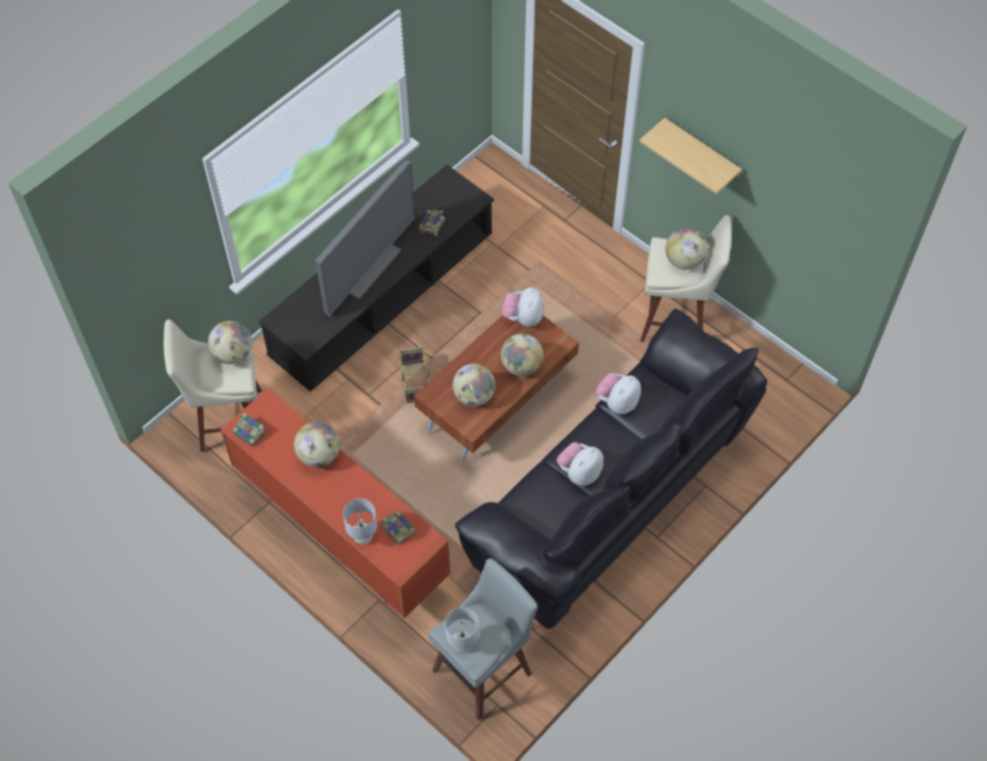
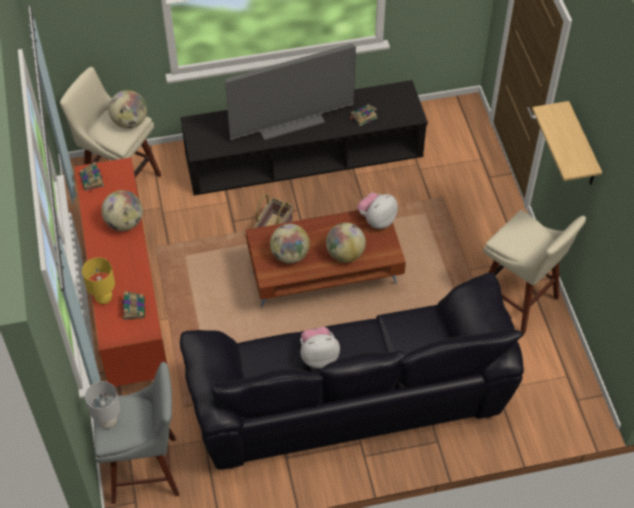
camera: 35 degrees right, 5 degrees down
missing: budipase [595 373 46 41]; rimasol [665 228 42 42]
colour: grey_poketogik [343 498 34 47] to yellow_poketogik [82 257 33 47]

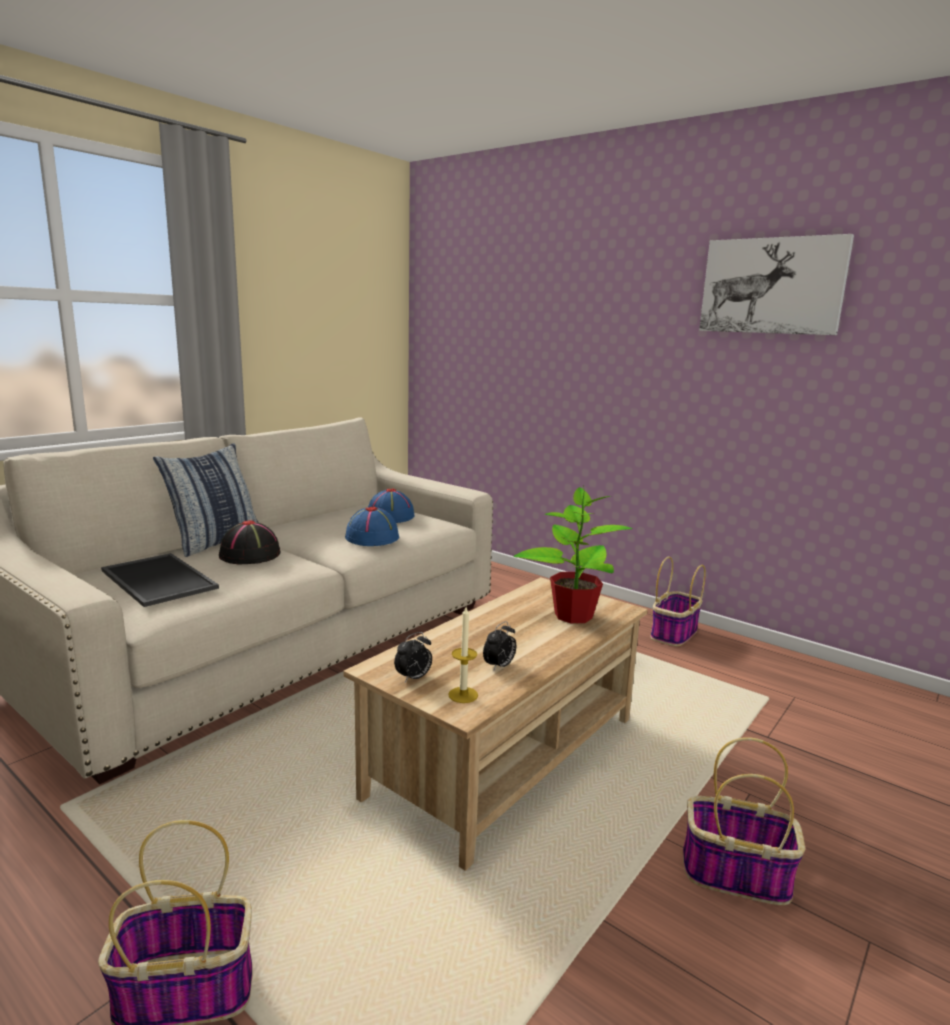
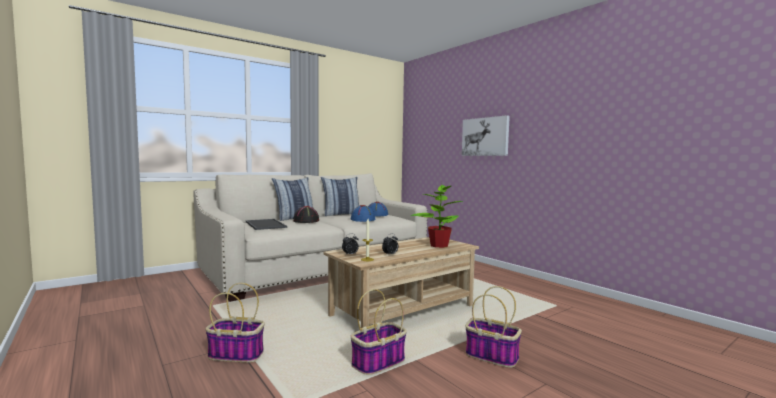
camera: 15 degrees right, 10 degrees down
appeared: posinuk [321 177 38 39]
relocated: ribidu [651 557 55 89] to [350 289 57 86]; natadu [699 234 155 101] to [462 115 48 41]

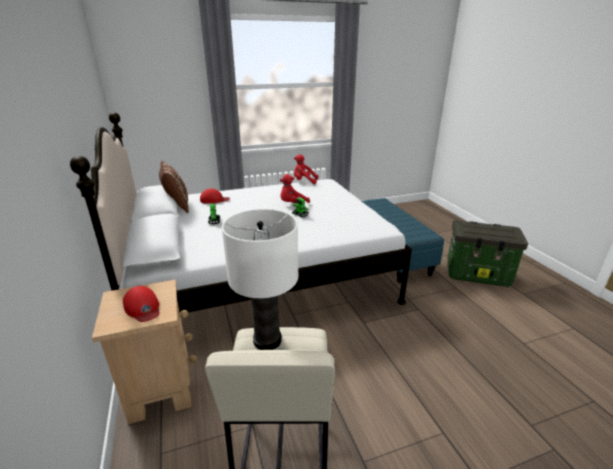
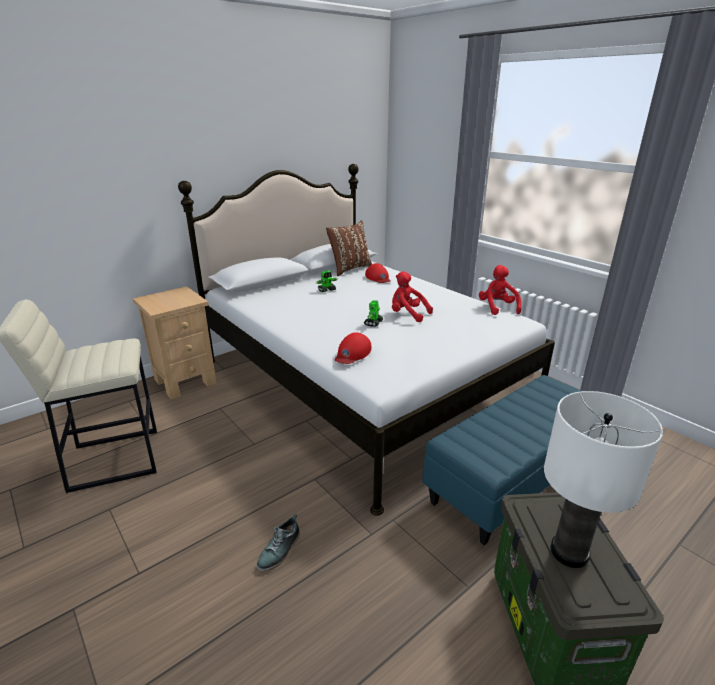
camera: 70 degrees right, 0 degrees up
appeared: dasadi [256 514 44 58]
relocated: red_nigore [123 286 37 36] to [335 332 36 32]; white_poketogik [222 209 76 141] to [544 391 119 177]

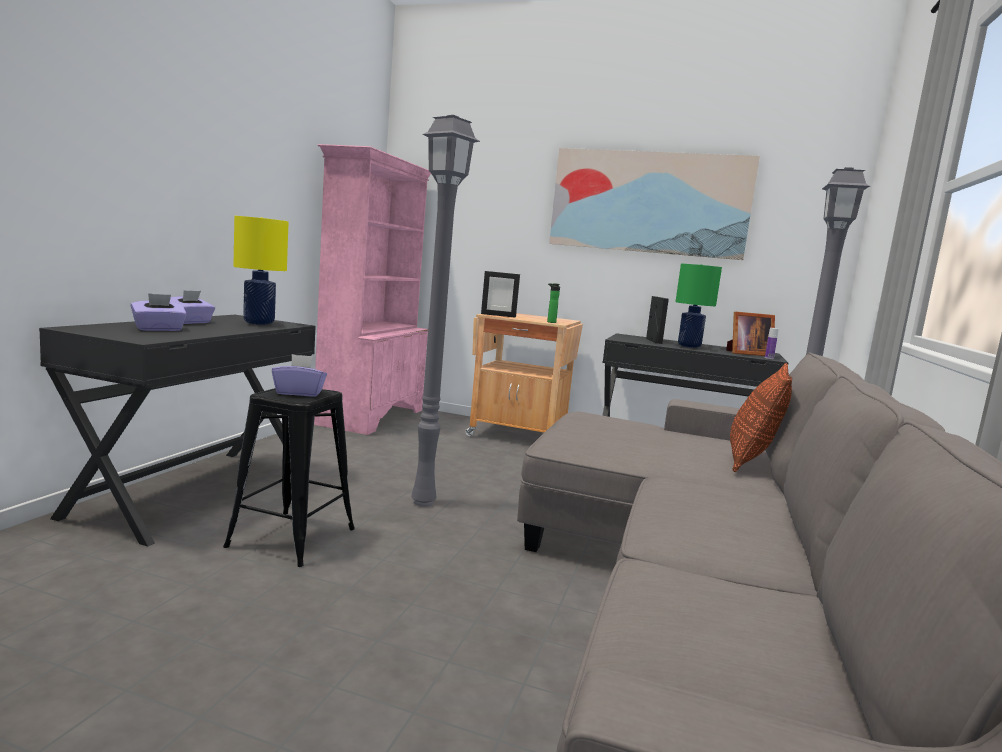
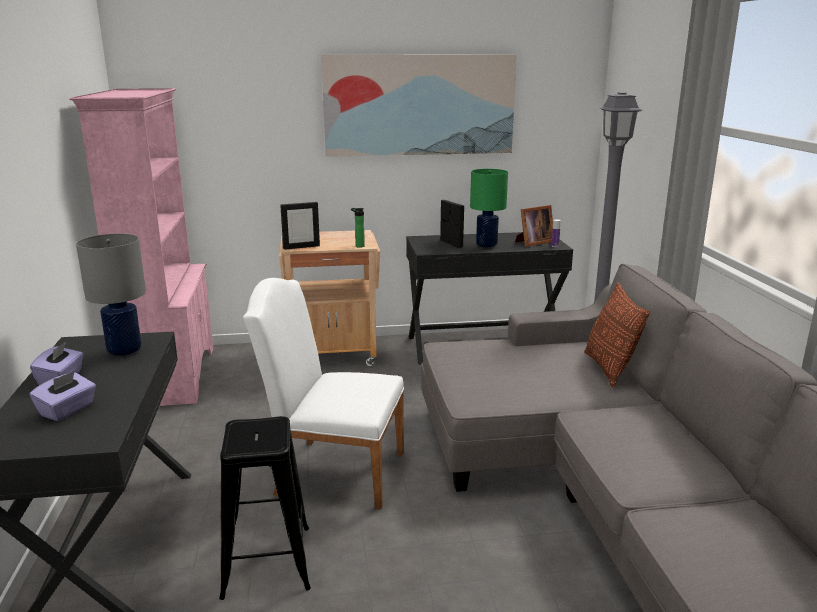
camera: 25 degrees left, 10 degrees up
missing: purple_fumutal [272 354 55 42]
exchanged: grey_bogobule [411 115 69 391] to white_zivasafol [243 278 161 231]
colour: yellow_poketogik [233 216 56 109] to grey_poketogik [76 233 70 123]

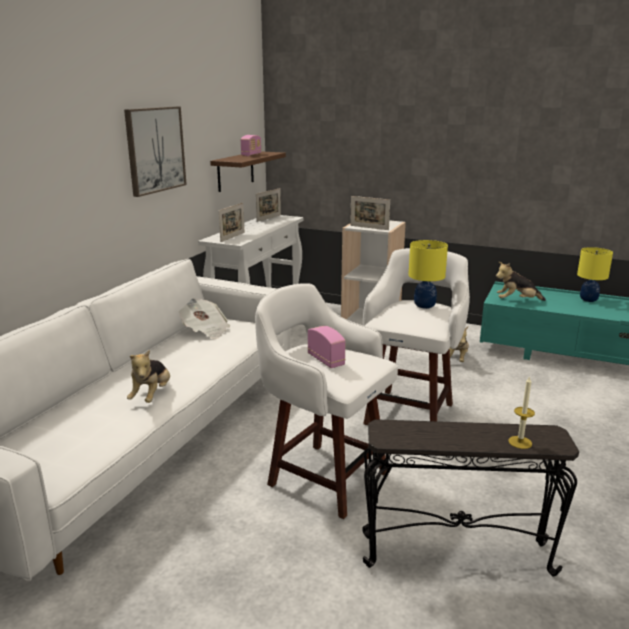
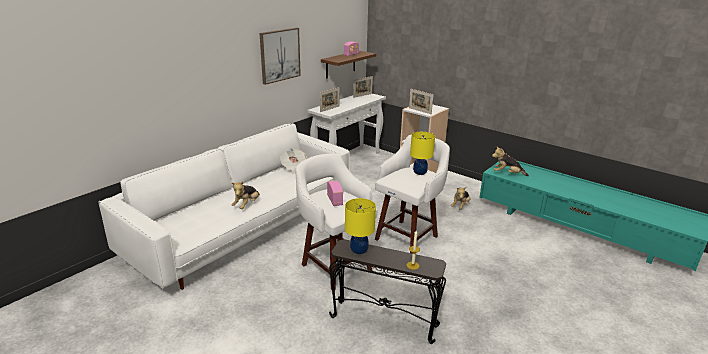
camera: 15 degrees right, 5 degrees up
relocated: yellow_poketogik [577 247 36 55] to [345 198 31 56]

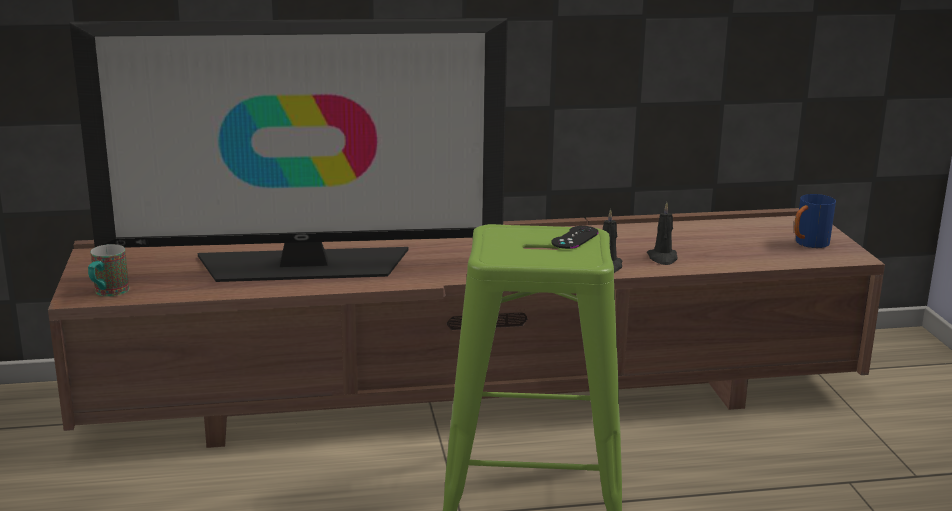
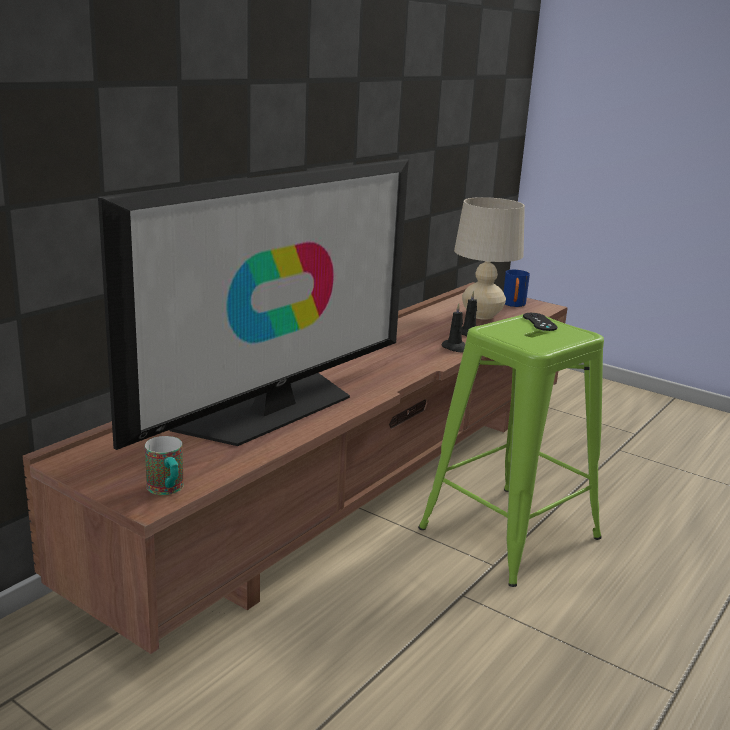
camera: 45 degrees left, 0 degrees up
appeared: beige_poketogik [454 197 71 123]

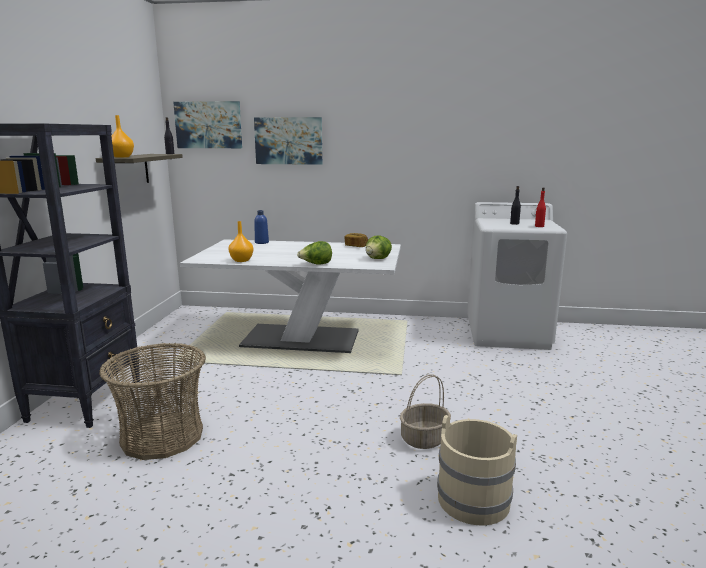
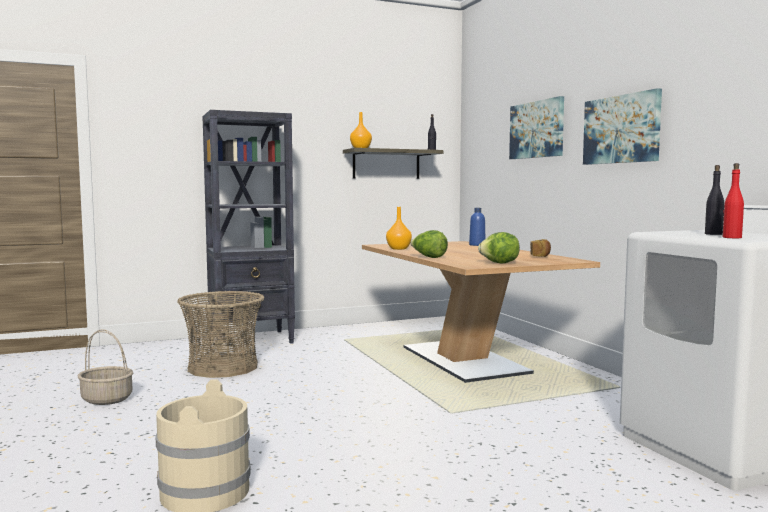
camera: 60 degrees right, 10 degrees down
relocated: ribidu [400 374 51 75] to [78 329 55 76]; natadu [173 101 69 47] to [583 88 79 77]
colour: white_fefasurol [180 239 221 114] to brown_fefasurol [362 241 238 142]

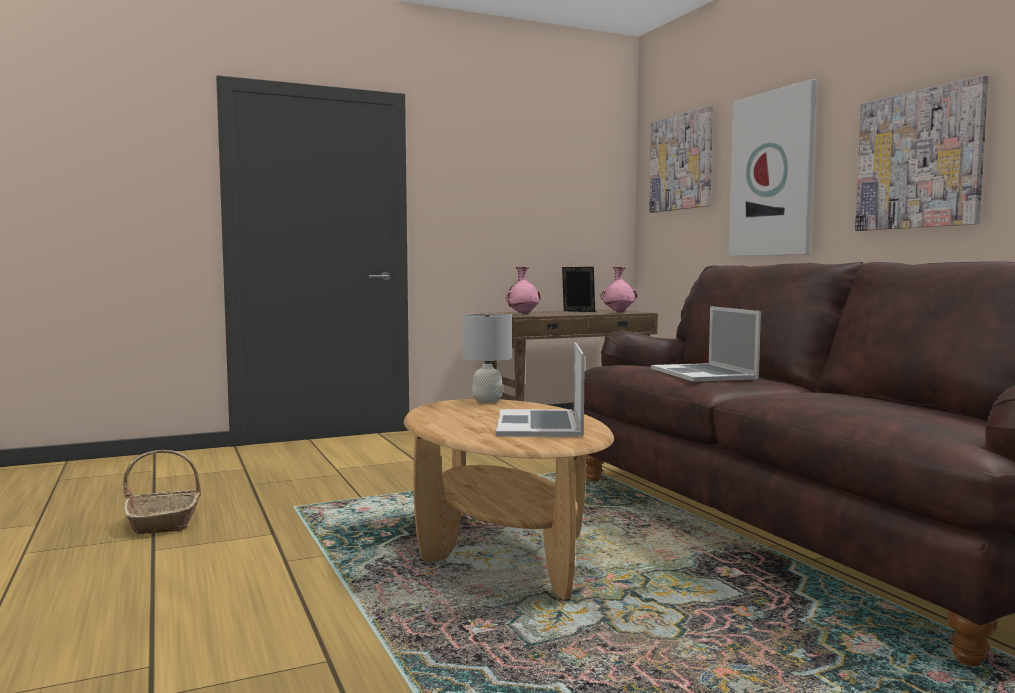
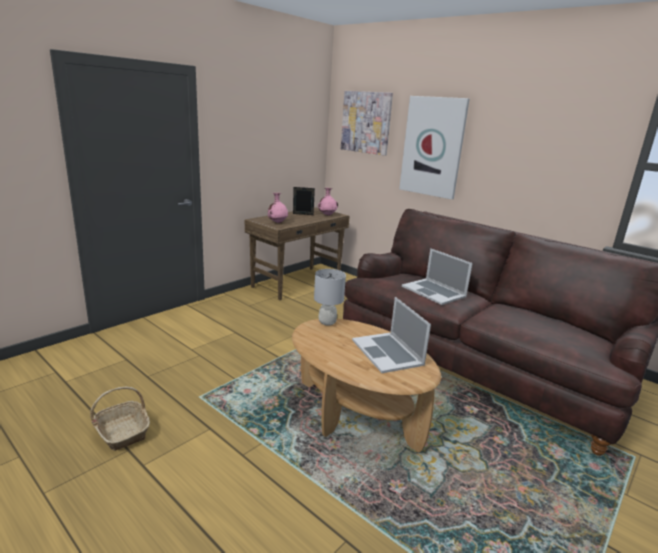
camera: 25 degrees left, 15 degrees up
missing: natadu [855 75 134 156]

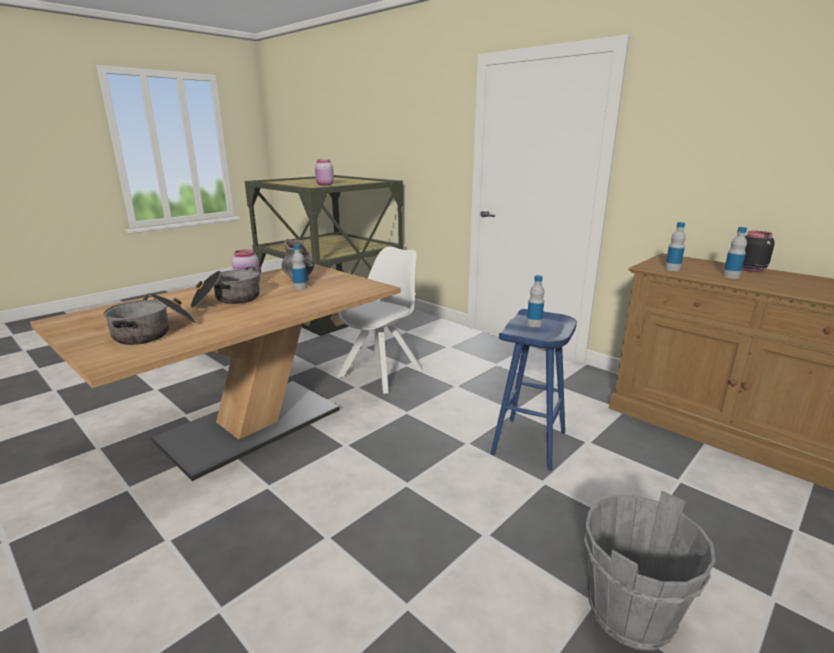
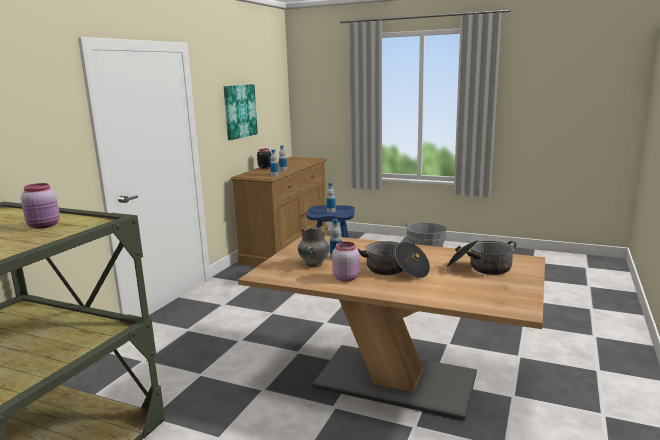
camera: 110 degrees left, 5 degrees down
missing: white_zivasafol [337 247 86 147]
appeared: natadu [224 84 34 56]

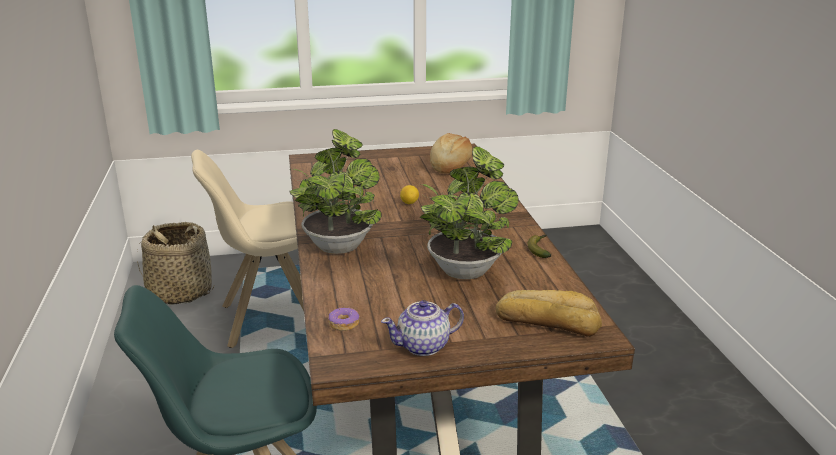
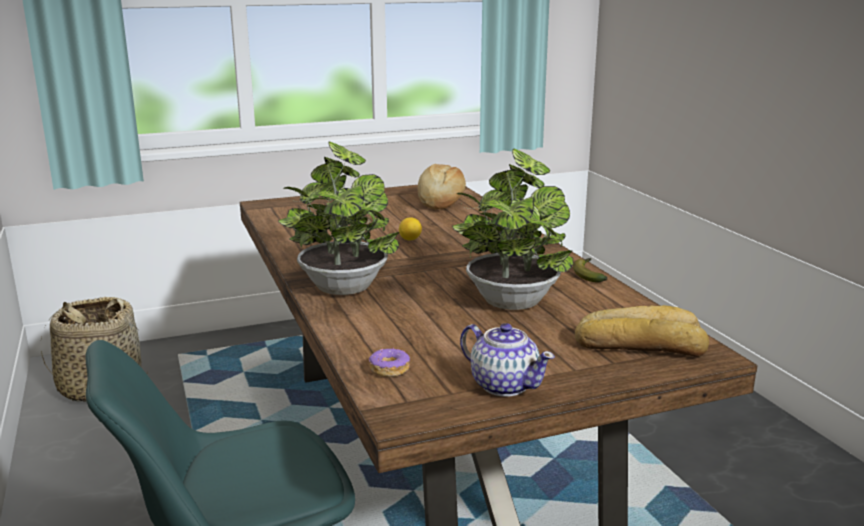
camera: 10 degrees left, 5 degrees down
missing: beige_zivasafol [191 150 113 198]
spun: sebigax [381 300 83 56] = [460 323 95 74] 105 degrees counterclockwise

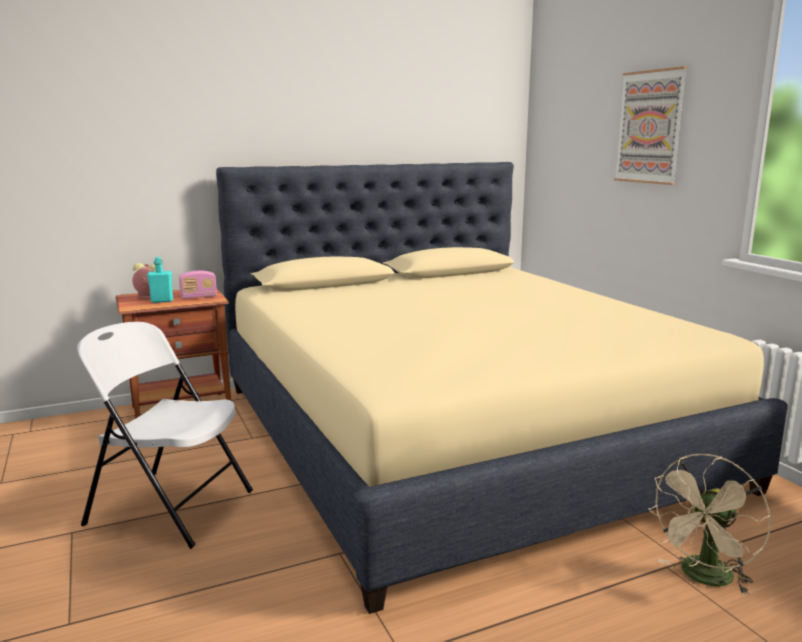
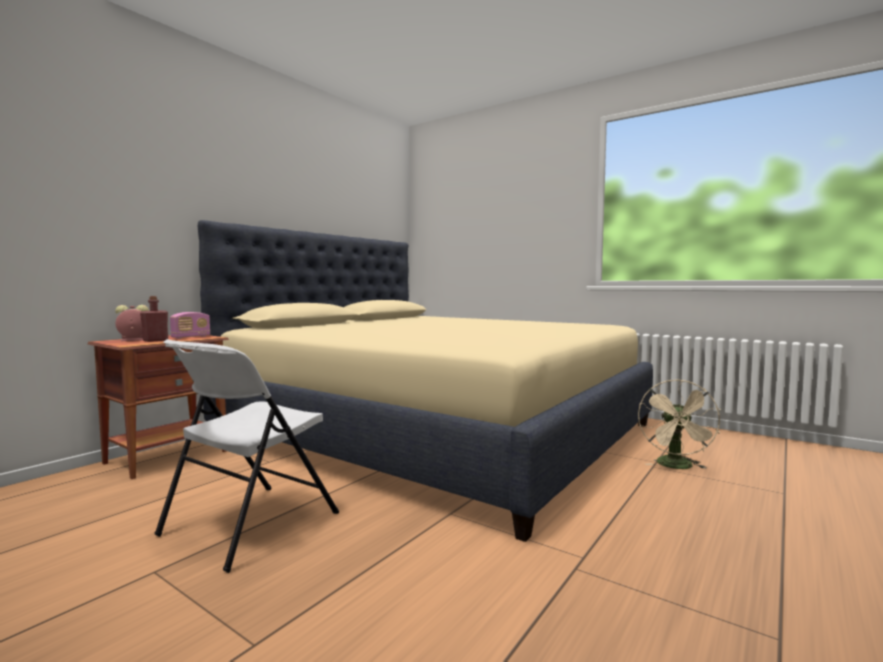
camera: 30 degrees left, 10 degrees down
missing: natadu [614 66 74 119]
colour: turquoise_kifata [147 257 26 46] to red_kifata [140 296 28 46]
spun: white_zivasafol [77 322 176 227] = [155 339 184 234] 45 degrees counterclockwise

